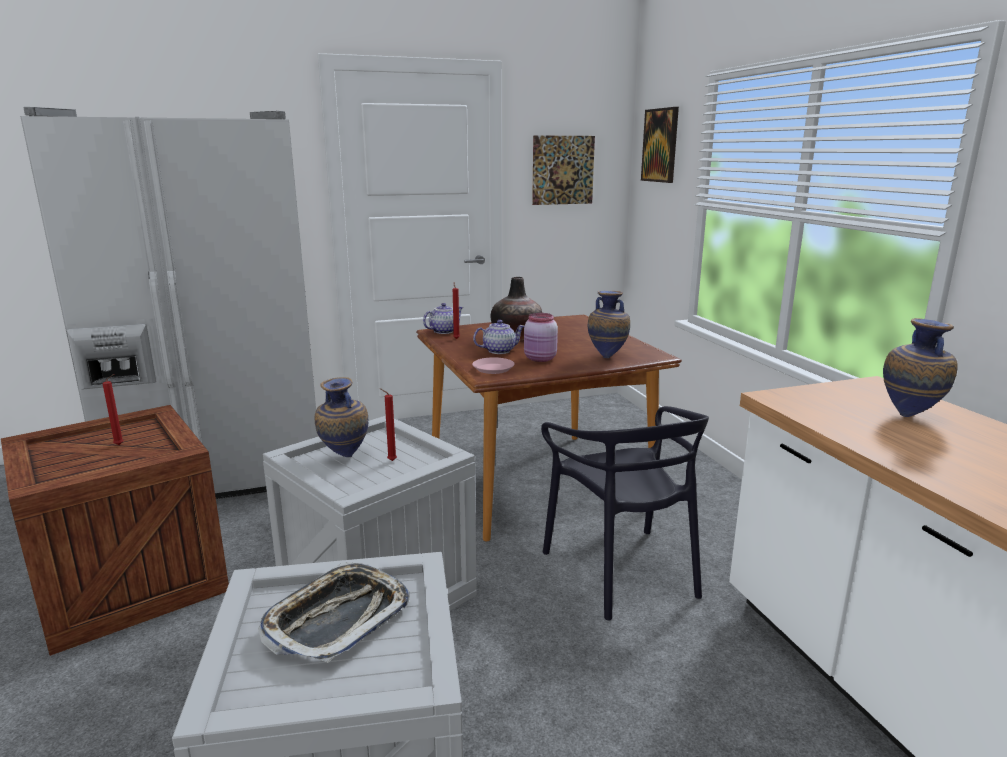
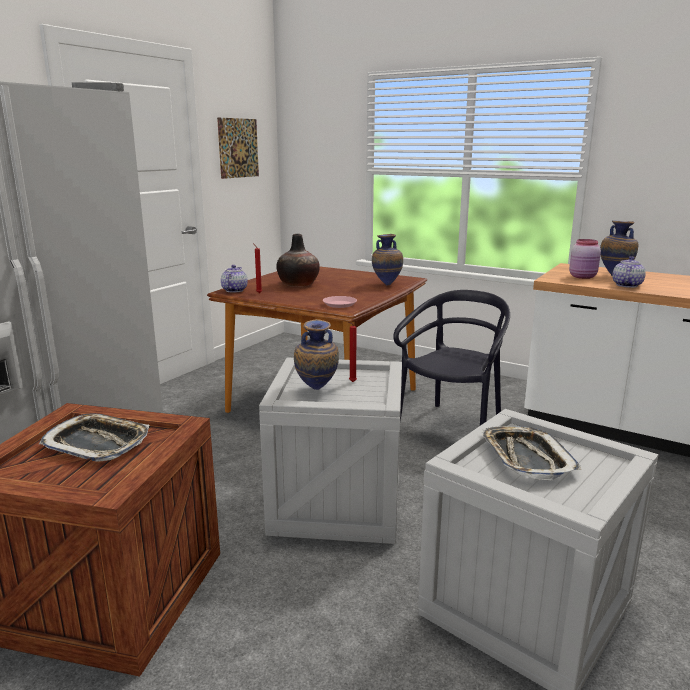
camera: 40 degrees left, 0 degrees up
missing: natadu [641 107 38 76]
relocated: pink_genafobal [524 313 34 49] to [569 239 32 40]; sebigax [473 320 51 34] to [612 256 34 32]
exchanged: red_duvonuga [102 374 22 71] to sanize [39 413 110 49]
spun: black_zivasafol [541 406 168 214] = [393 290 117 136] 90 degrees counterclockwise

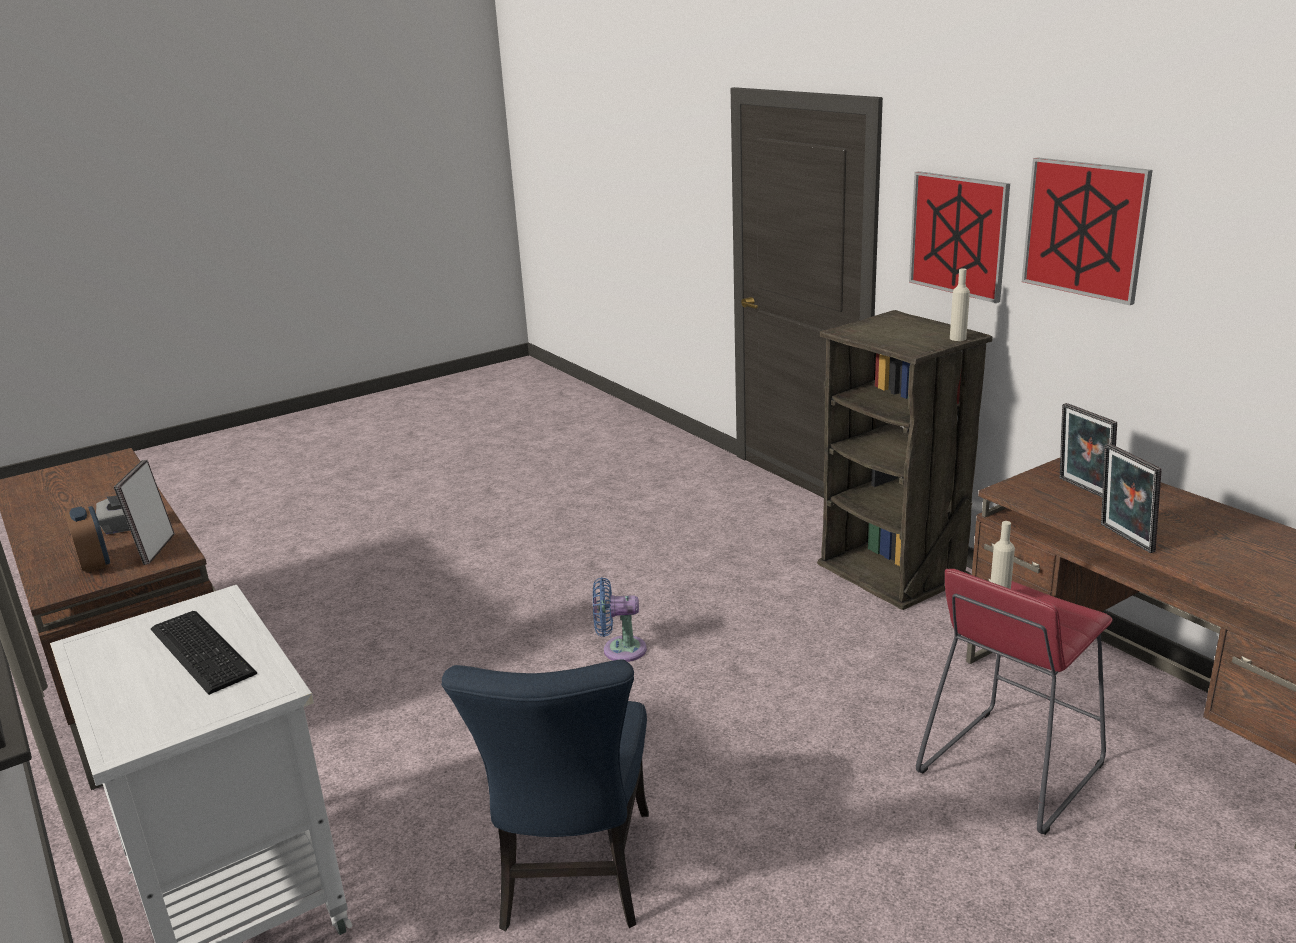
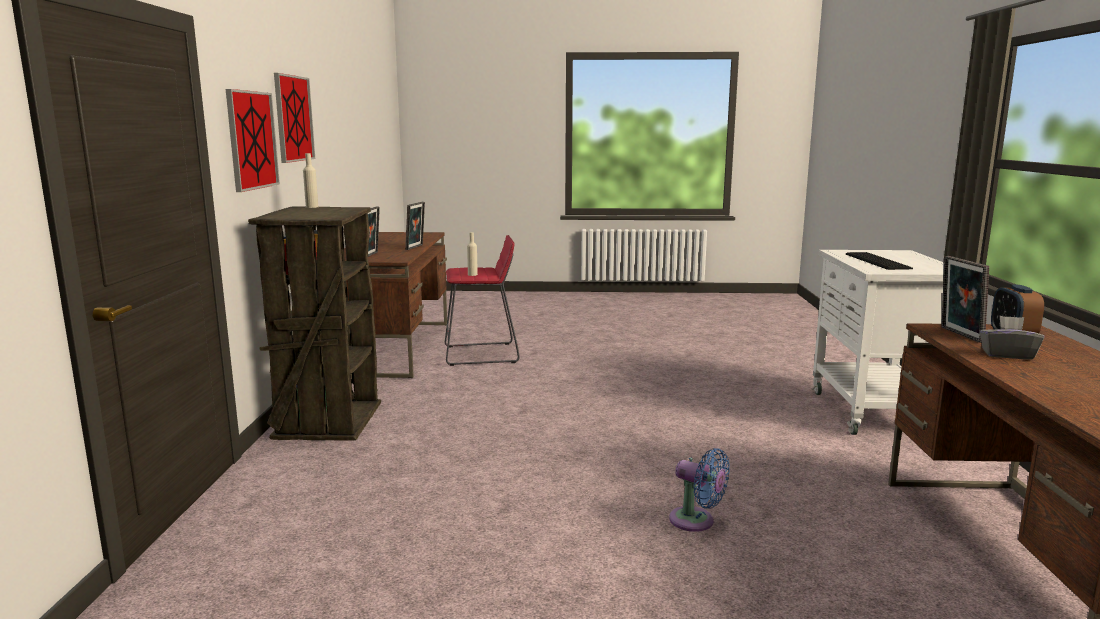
camera: 145 degrees left, 10 degrees down
missing: blue_zivasafol [441 660 208 272]
relocated: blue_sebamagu [593 577 54 85] to [669 448 61 84]
spun: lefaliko [114 460 61 105] = [942 256 47 87] 135 degrees clockwise

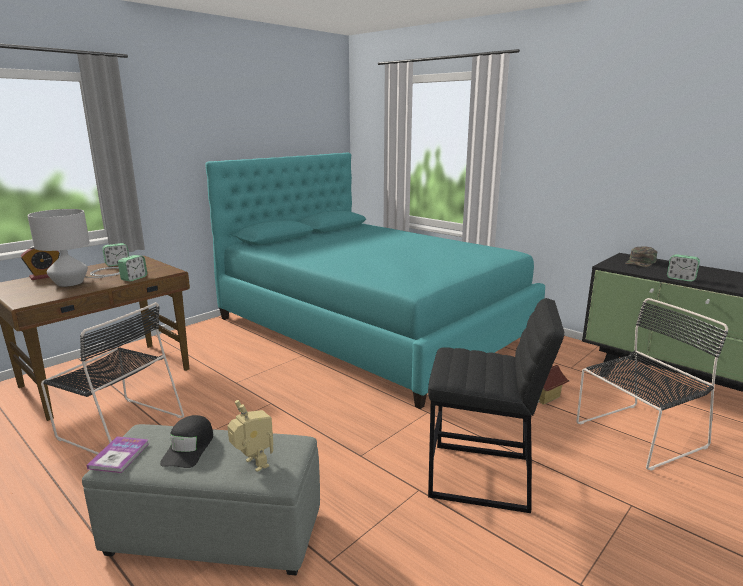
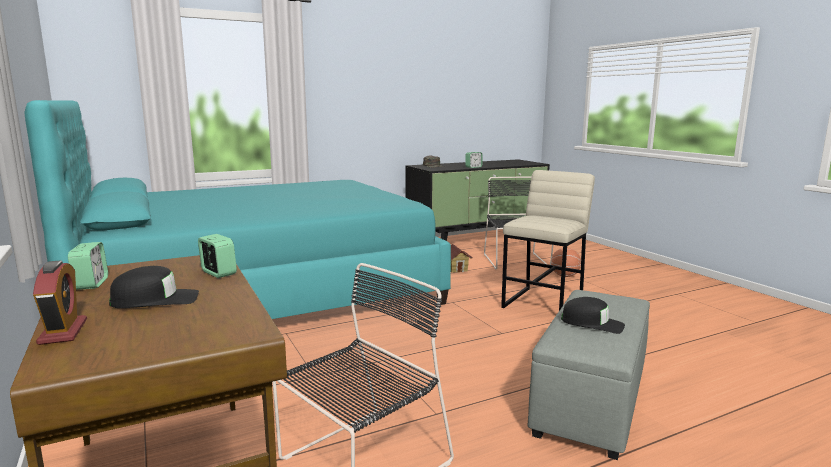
camera: 70 degrees left, 5 degrees down
missing: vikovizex [86 436 63 37]; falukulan [227 400 46 72]
appeared: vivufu [551 248 30 29]
exchanged: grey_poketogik [27 209 93 78] to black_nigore [109 266 90 42]
colour: black_zivasafol [428 298 137 215] to beige_zivasafol [501 170 94 141]

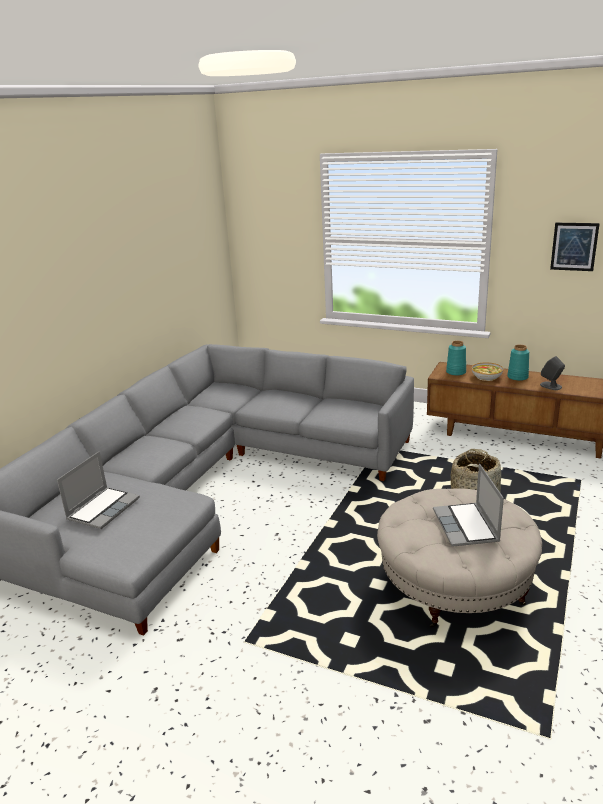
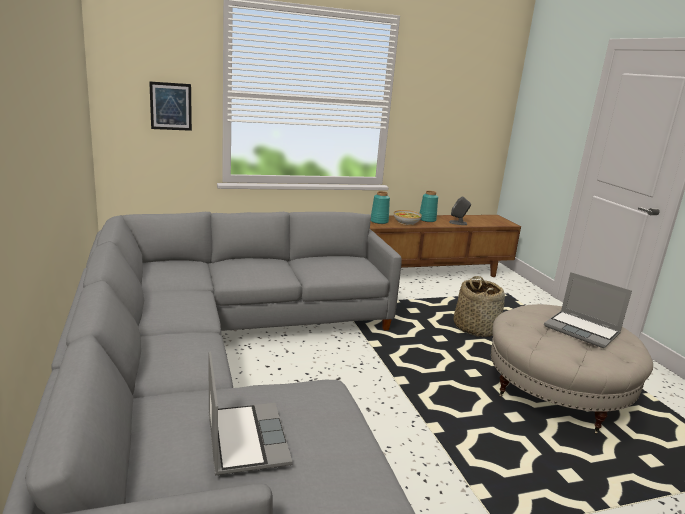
camera: 45 degrees left, 5 degrees down
relocated: natadu [550 223 50 48] to [149 81 43 50]

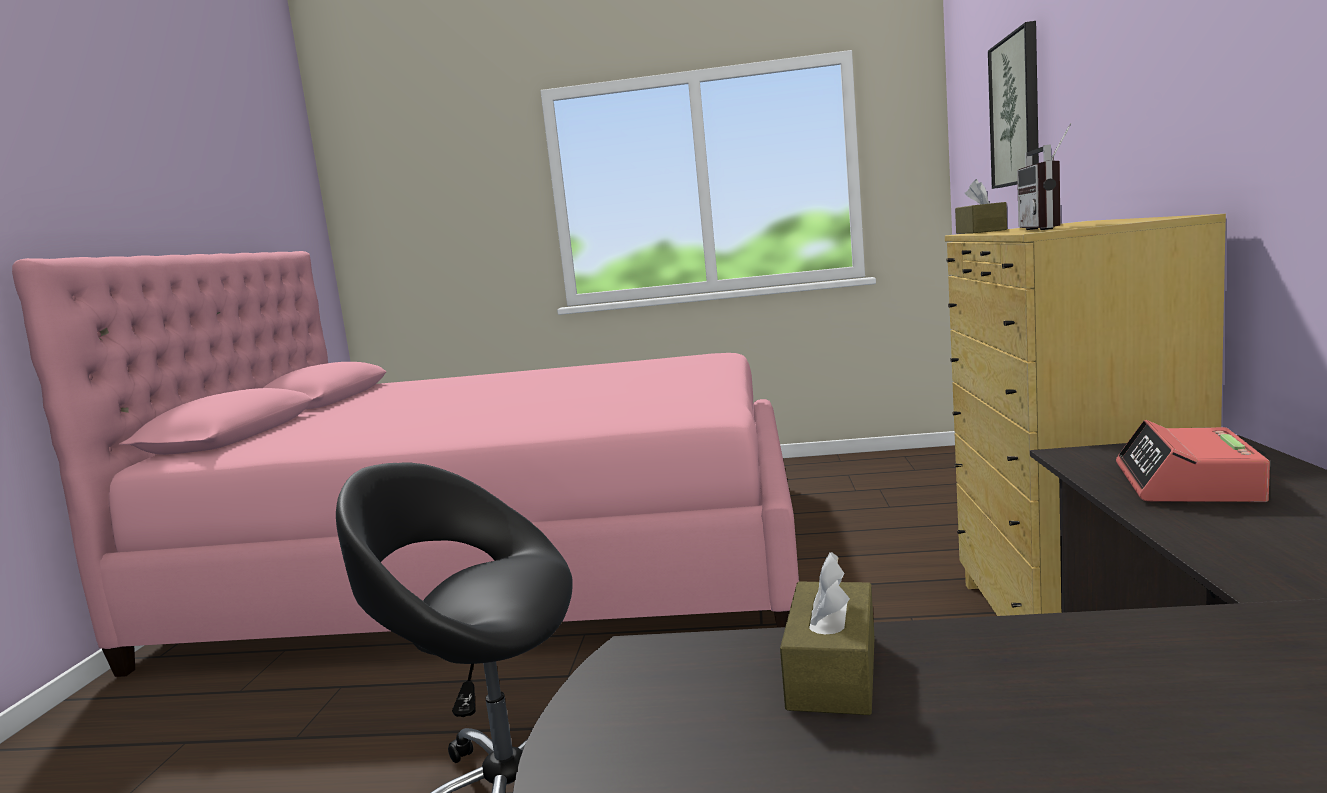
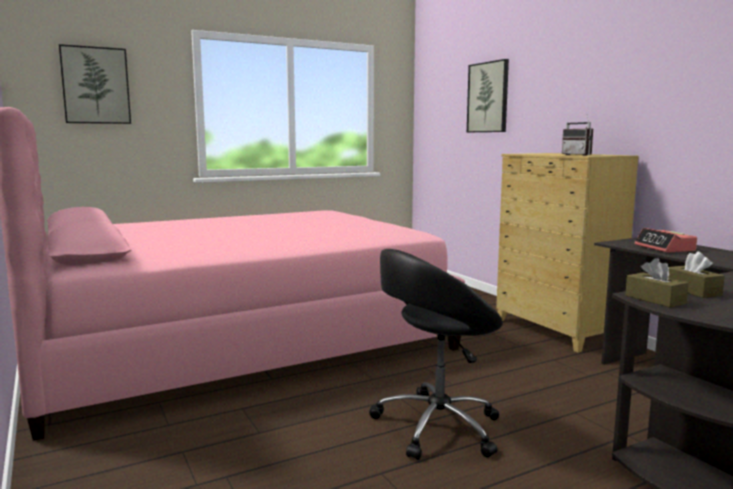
camera: 35 degrees left, 0 degrees up
appeared: natadu [59 44 72 80]
relocated: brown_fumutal [955 179 52 55] to [625 258 64 49]

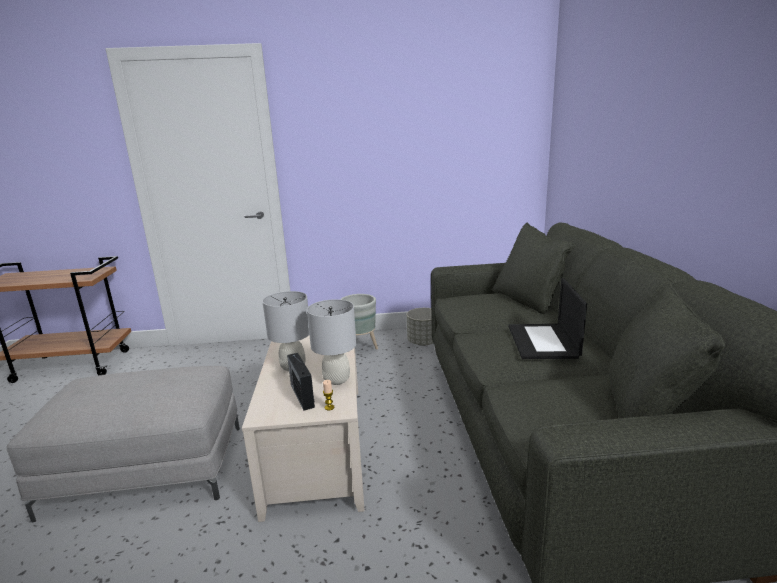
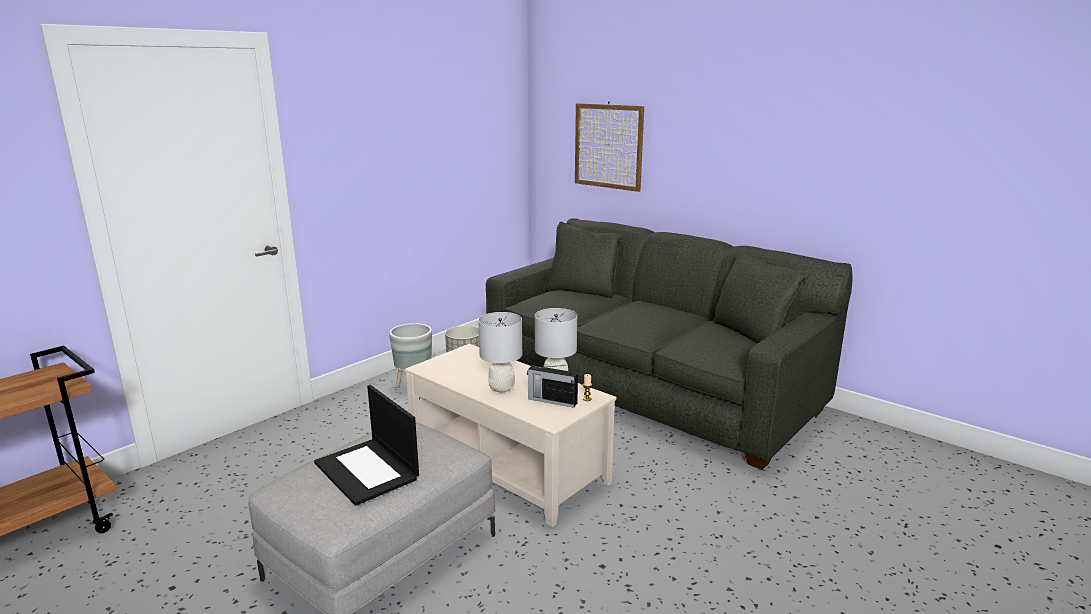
camera: 45 degrees left, 0 degrees up
appeared: natadu [575 102 69 90]
relocated: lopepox [508 278 79 81] to [314 385 105 121]

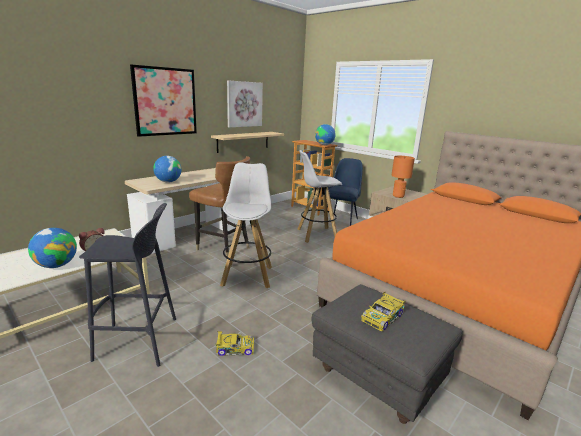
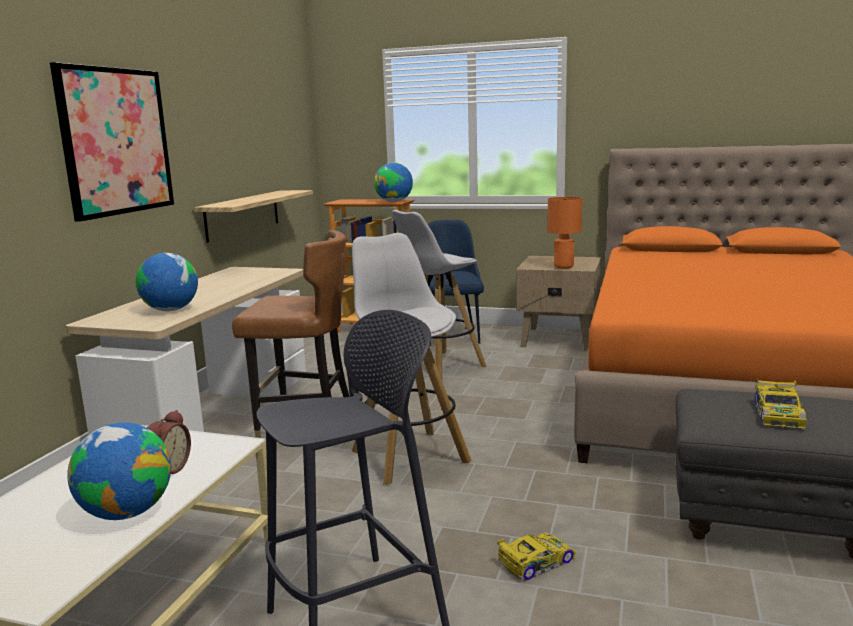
camera: 25 degrees left, 5 degrees down
missing: natadu [227 80 36 48]

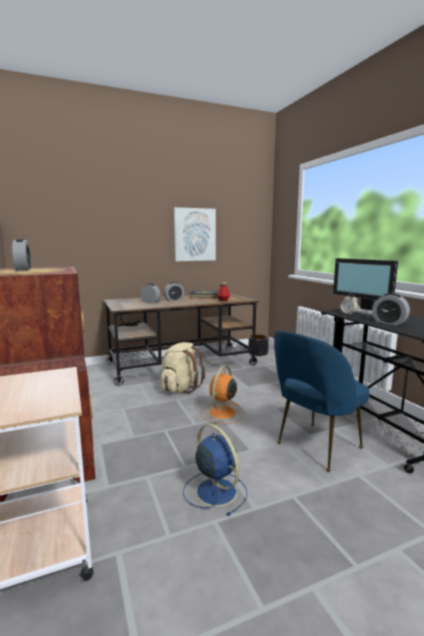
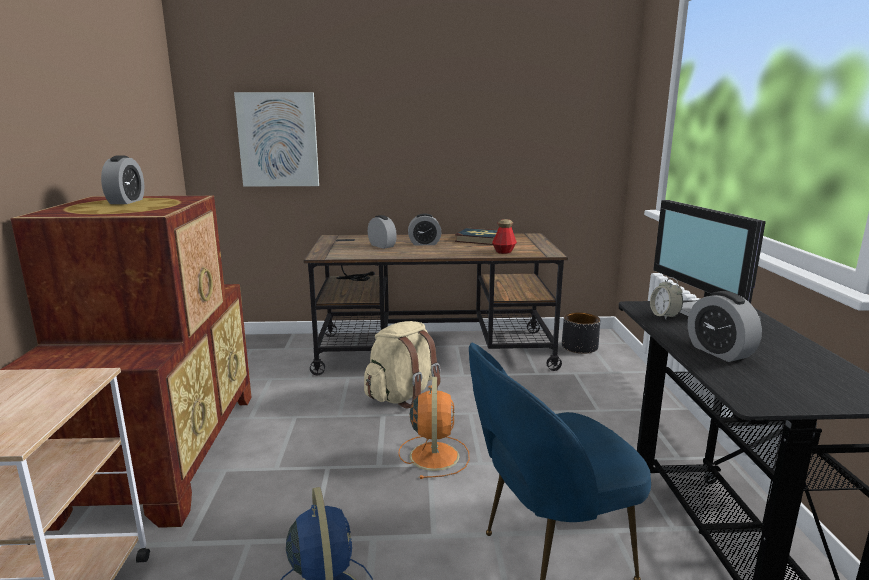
camera: 20 degrees right, 5 degrees up
relocated: natadu [174 207 42 54] to [234 92 85 95]
spun: orange_sebamagu [201 366 41 58] = [398 377 72 102] 135 degrees clockwise

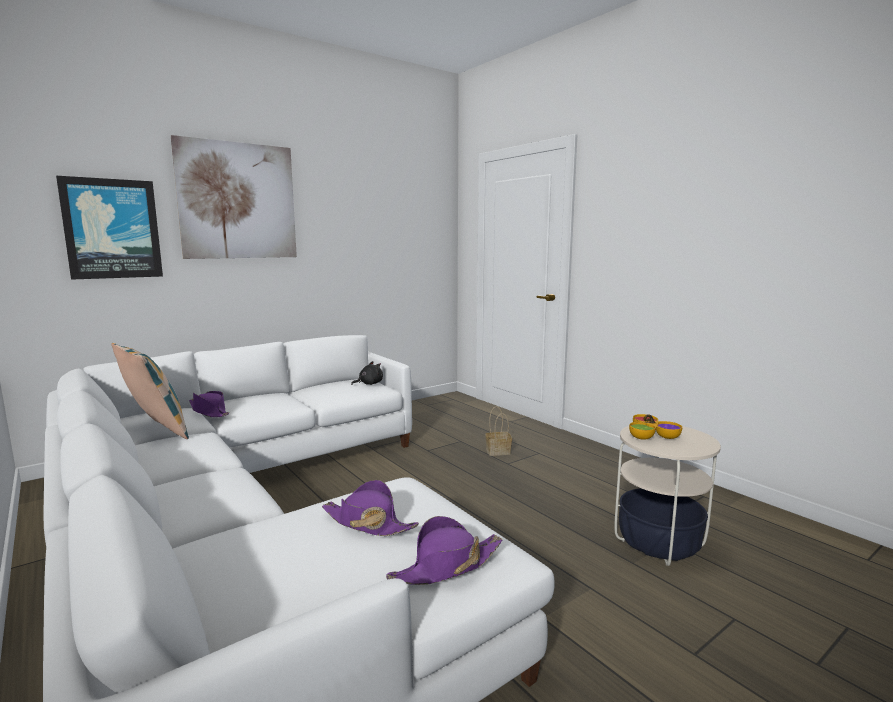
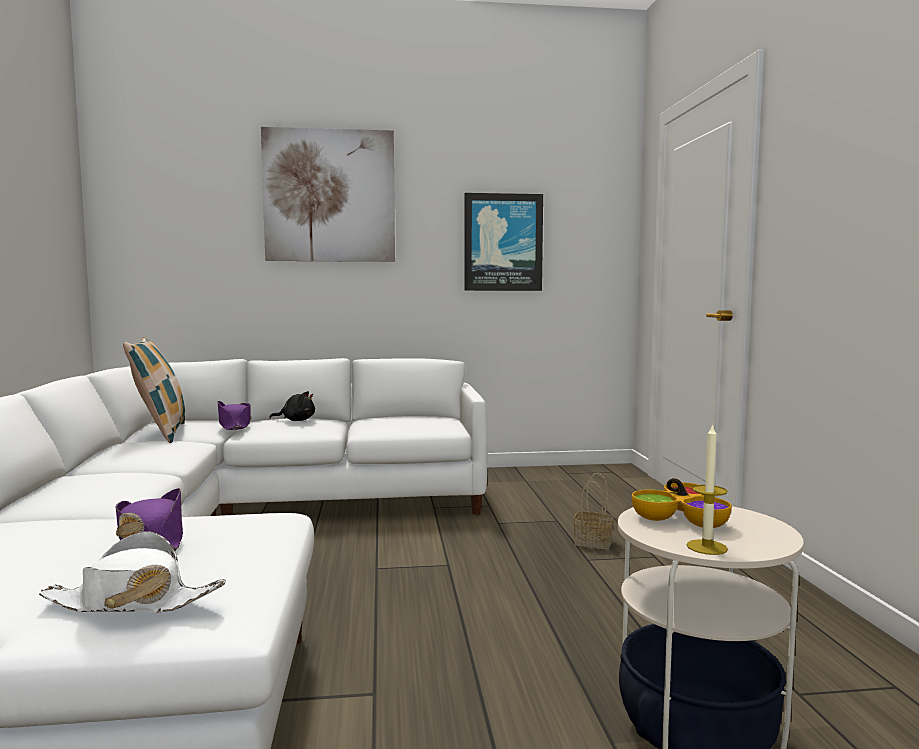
camera: 30 degrees right, 5 degrees down
appeared: duvonuga [687 423 41 132]
relocated: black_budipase [351 361 32 24] to [269 391 46 30]; natadu [56 176 107 104] to [464 193 79 98]
colour: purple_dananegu [386 516 117 69] to white_dananegu [39 531 187 81]

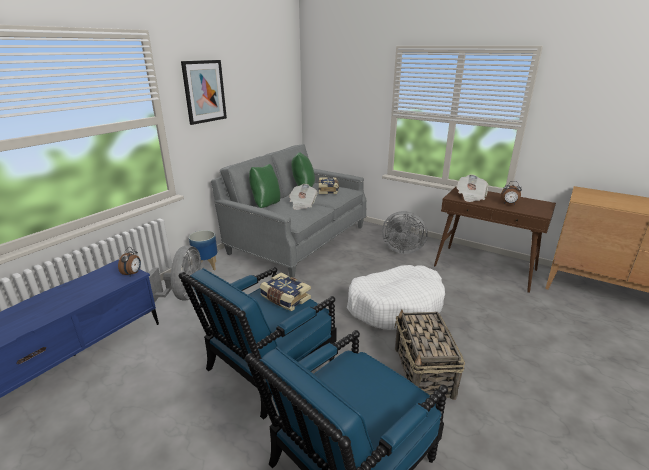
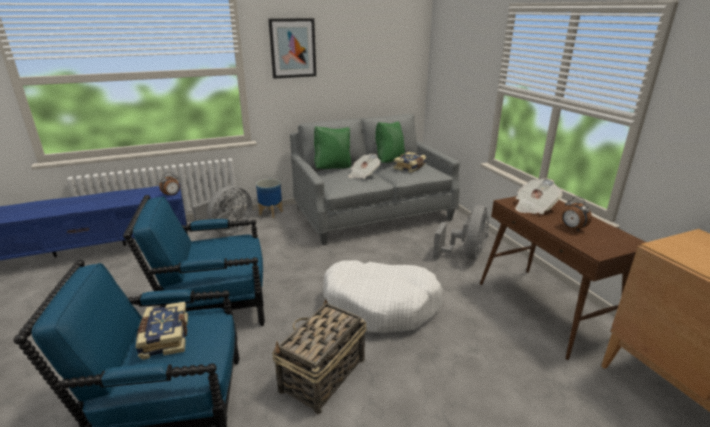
camera: 35 degrees right, 0 degrees up
relocated: vikovizex [260 273 51 38] to [136 302 52 58]
spun: grey_sebamagu [382 211 46 43] = [433 205 56 55] 120 degrees counterclockwise

